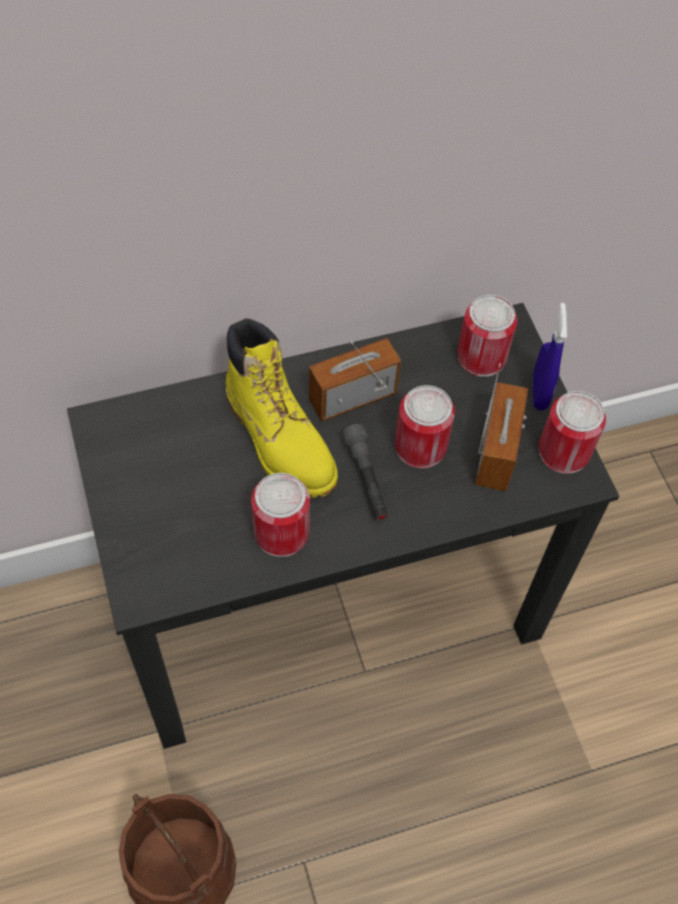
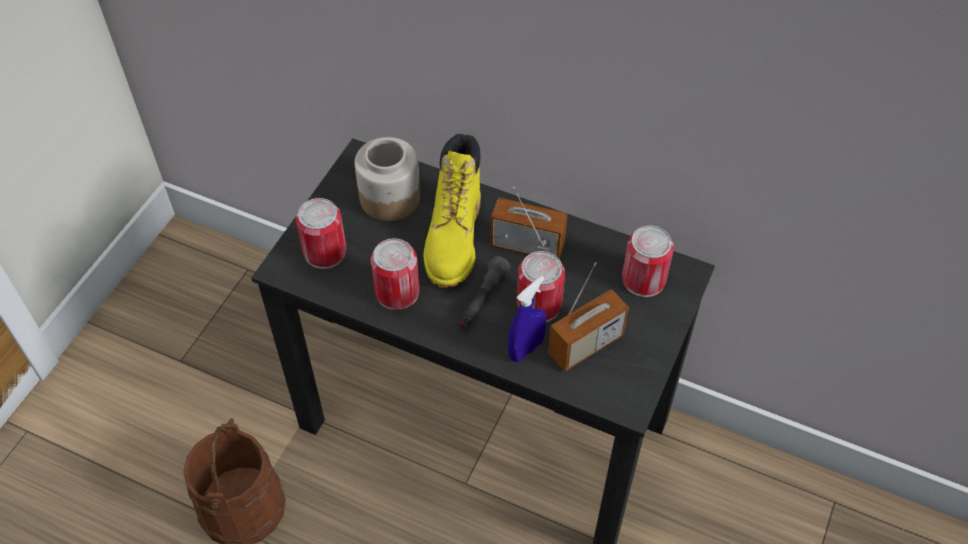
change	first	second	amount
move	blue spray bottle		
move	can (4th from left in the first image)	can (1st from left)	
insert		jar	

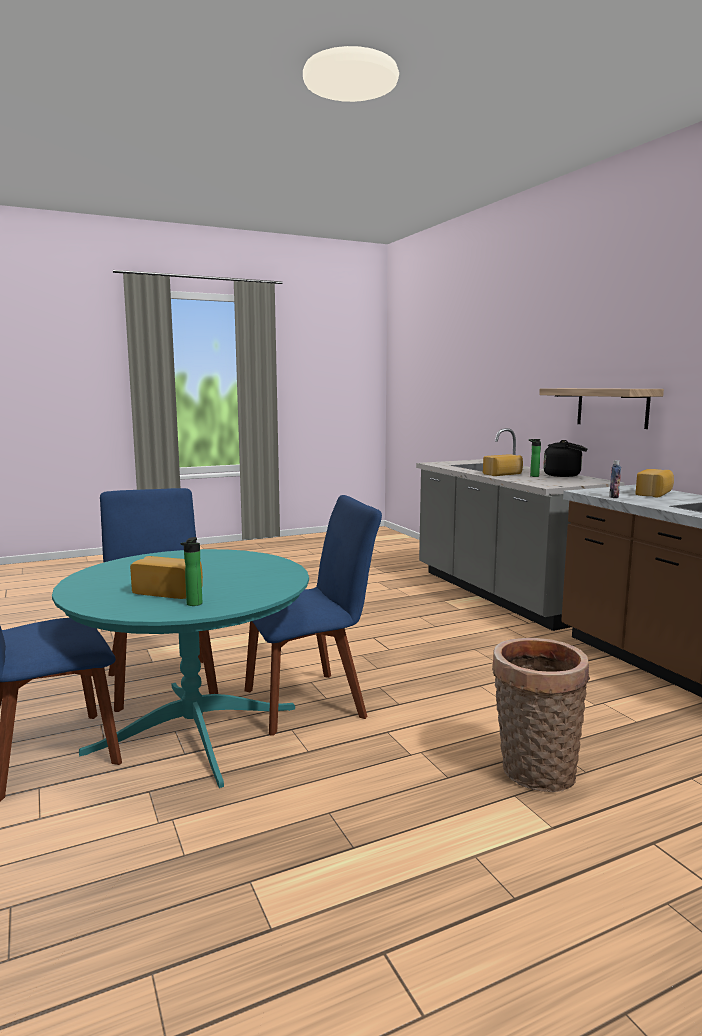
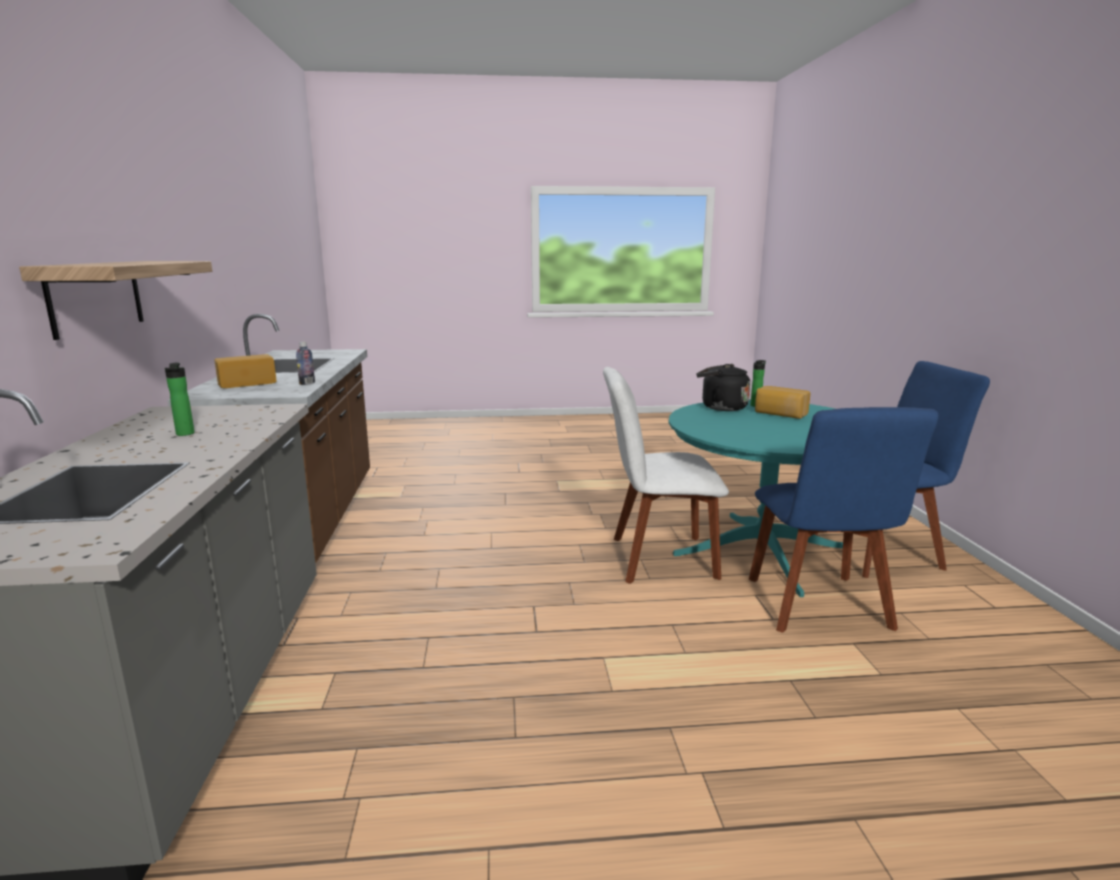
change	first	second	amount
move	black kettle		
delete	bread (2nd from left)		
recolor	blue chair (3rd from left)	white chair	
delete	basket		

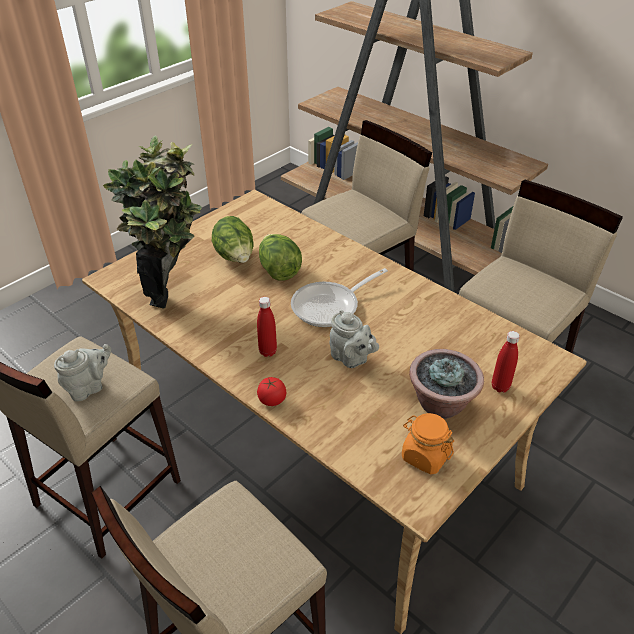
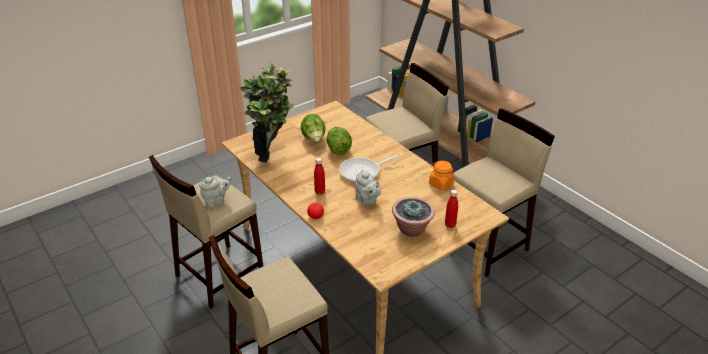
change	first	second	amount
move	orange jar		

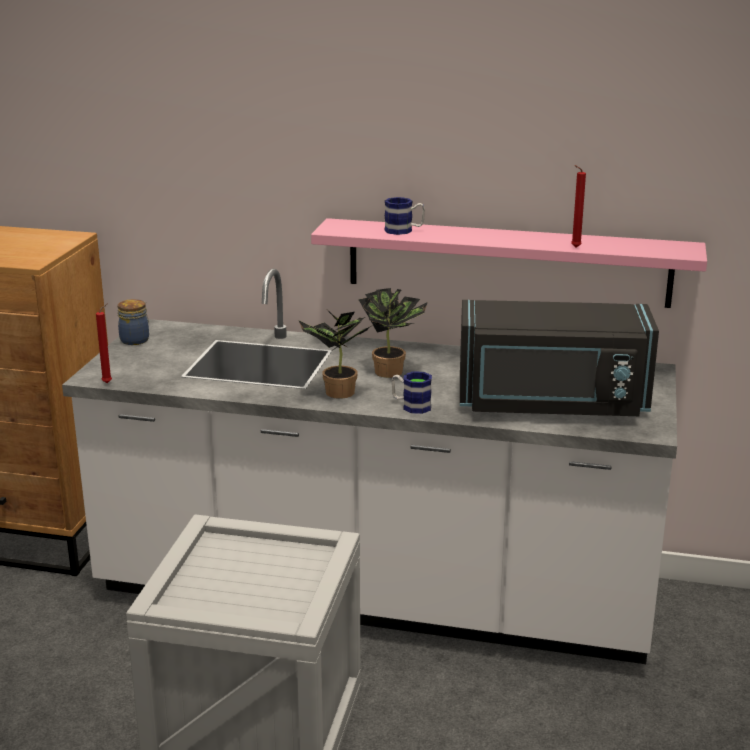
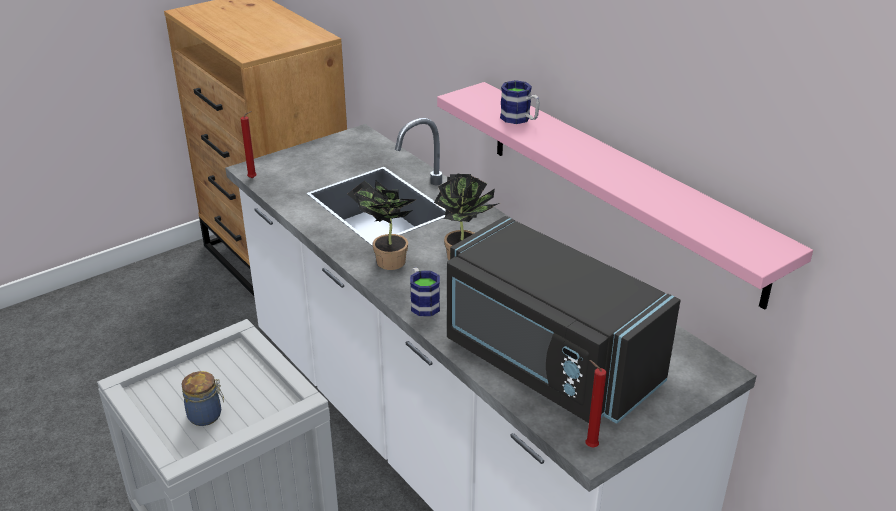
change	first	second	amount
move	red candle (2nd from left)		
move	jar		

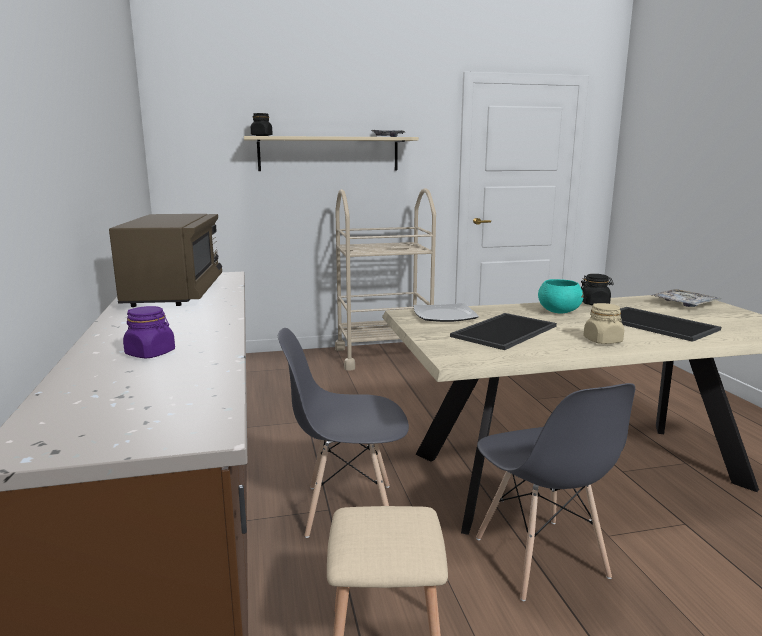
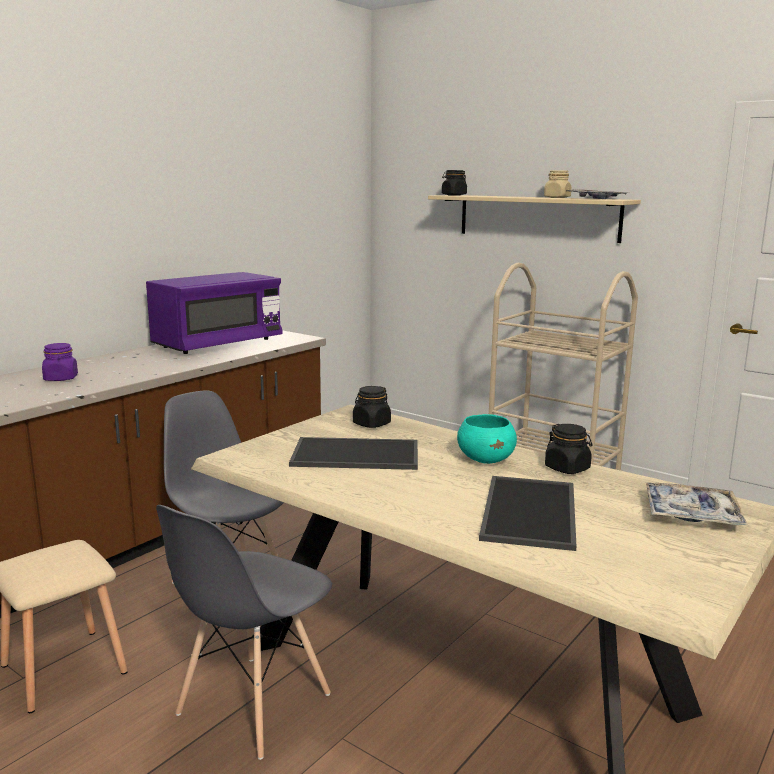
change	first	second	amount
recolor	brown microwave	purple microwave	
replace	plate	black jar (1st from left)	
move	beige jar		

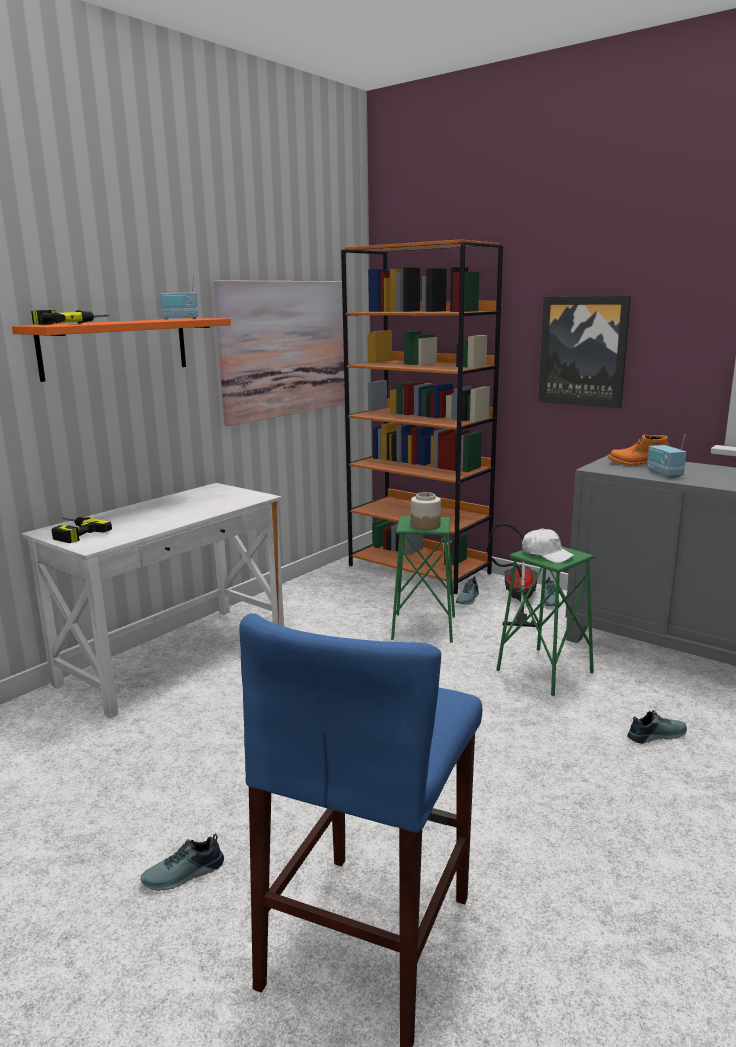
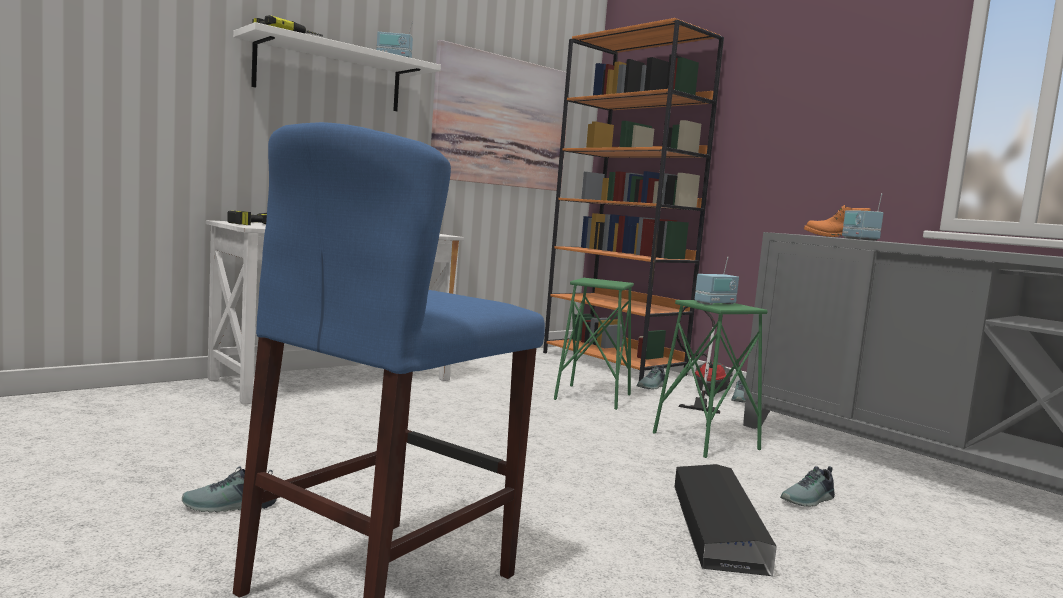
change	first	second	amount
delete	picture (2nd from left)		
recolor	orange shelf	white shelf	
delete	jar		
replace	white cap	radio (2nd from left)	
rotate	shoe (4th from left)		150 degrees clockwise
insert		black storage box	

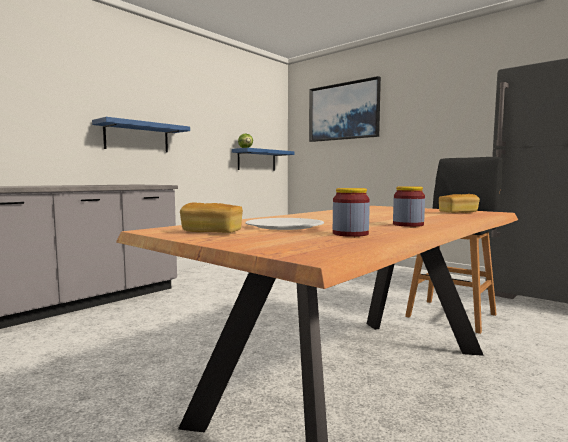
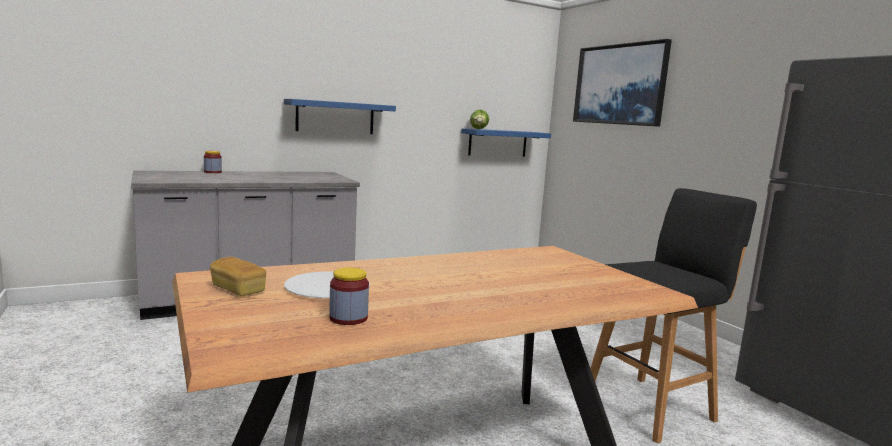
change	first	second	amount
move	jar (2nd from left in the first image)	jar (1st from left)	
delete	bread (2nd from left)		

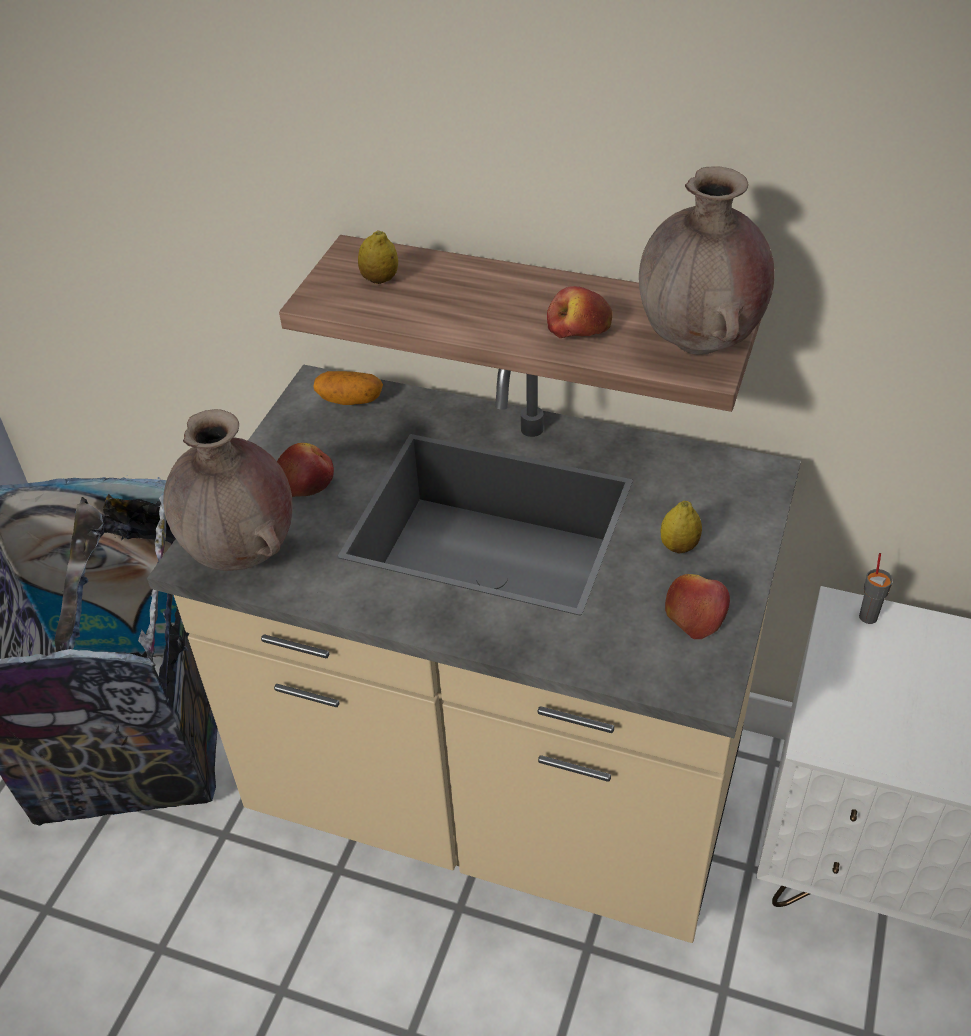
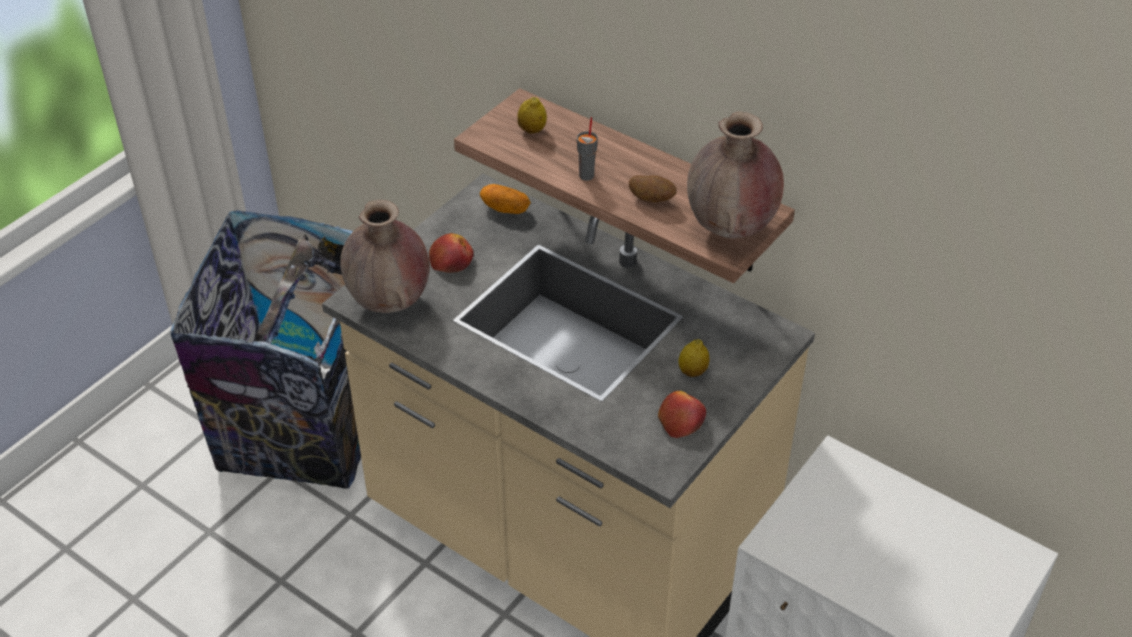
change	first	second	amount
replace	apple (2nd from left)	potato (2nd from left)	
move	grey cup		

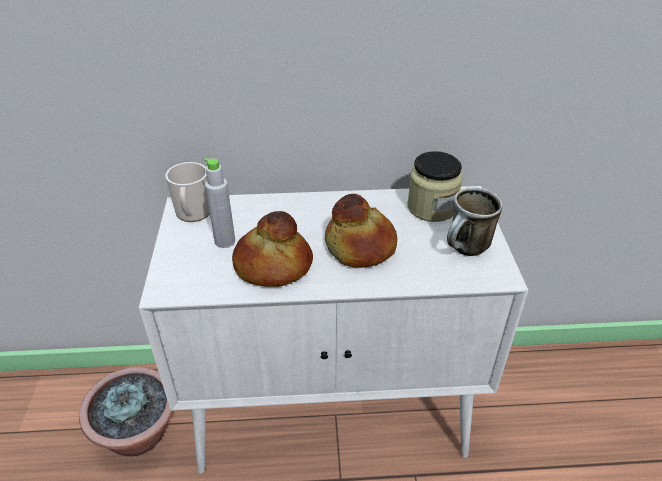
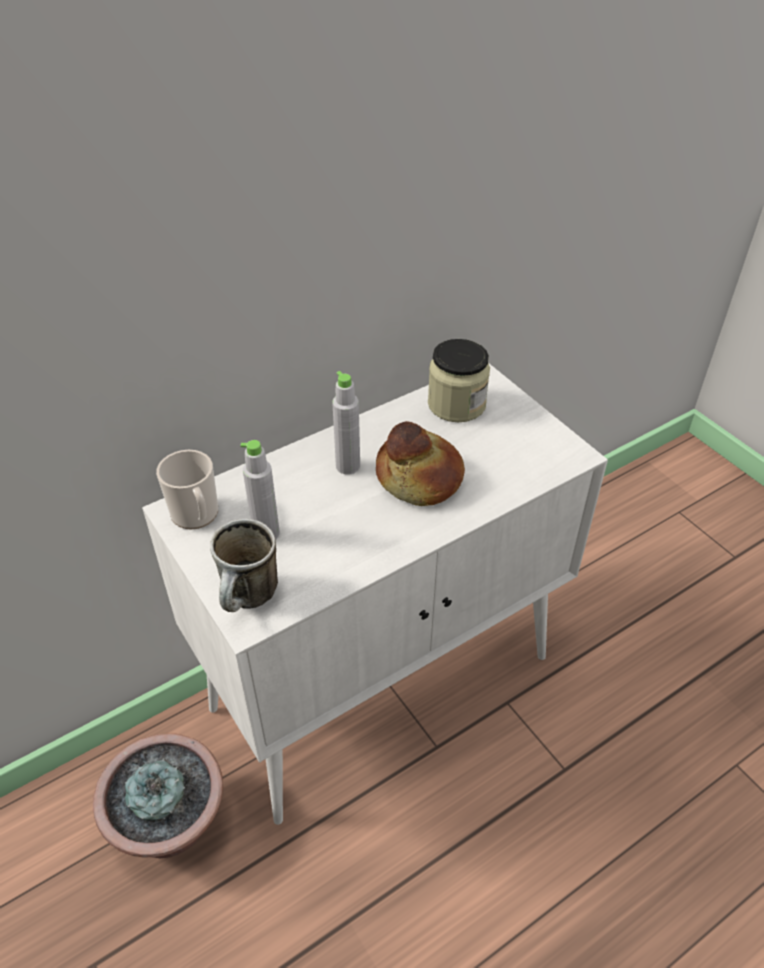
change	first	second	amount
move	mug (2nd from left)		
delete	bread (1st from left)		
insert		grey bottle (2nd from left)	

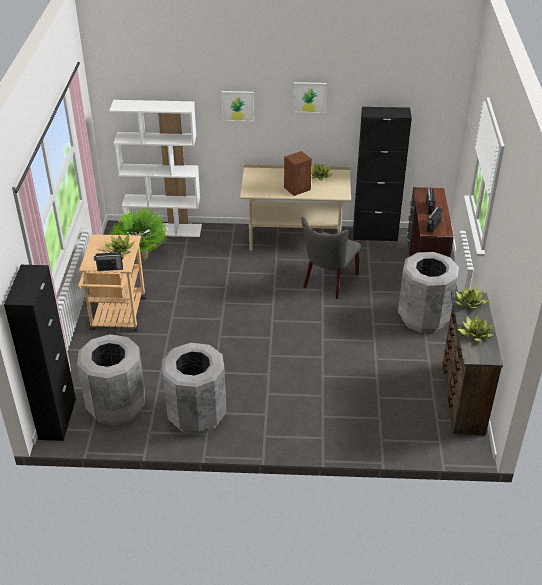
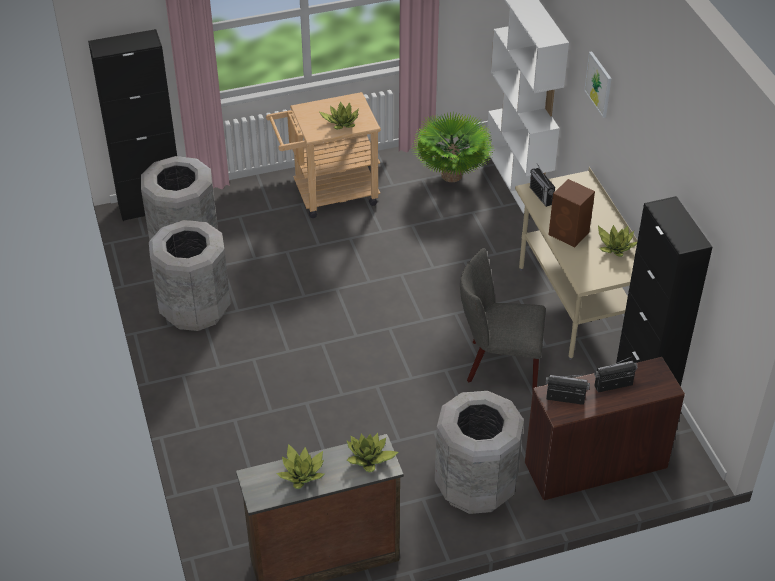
change	first	second	amount
delete	picture (2nd from left)		
move	radio (1st from left)		

